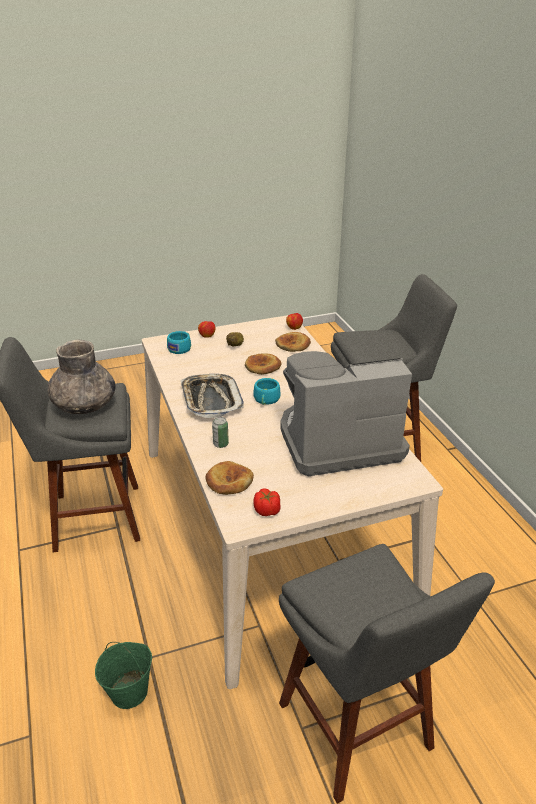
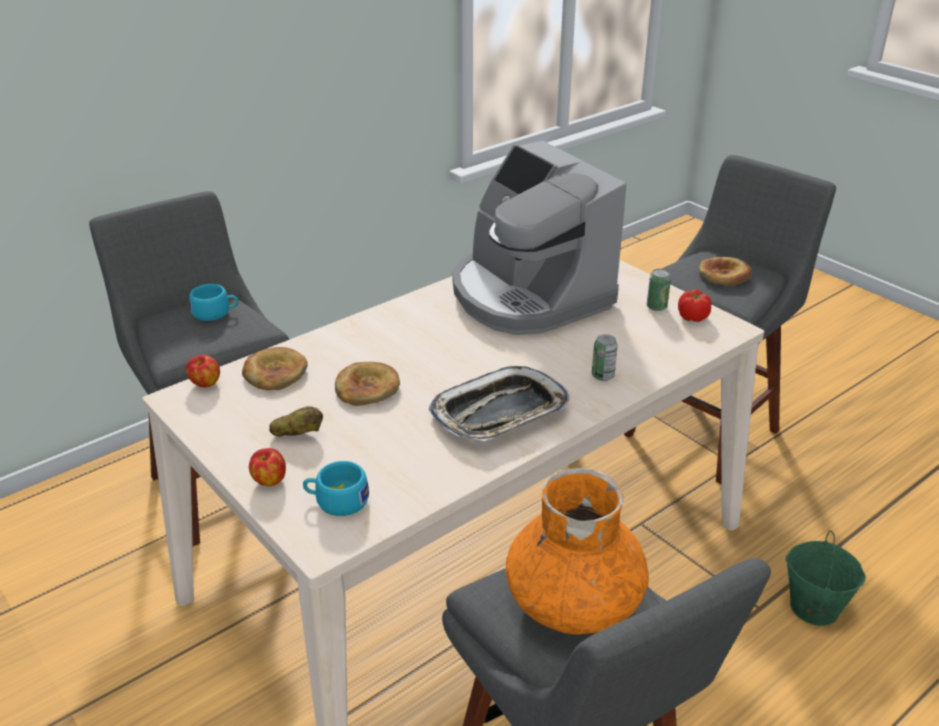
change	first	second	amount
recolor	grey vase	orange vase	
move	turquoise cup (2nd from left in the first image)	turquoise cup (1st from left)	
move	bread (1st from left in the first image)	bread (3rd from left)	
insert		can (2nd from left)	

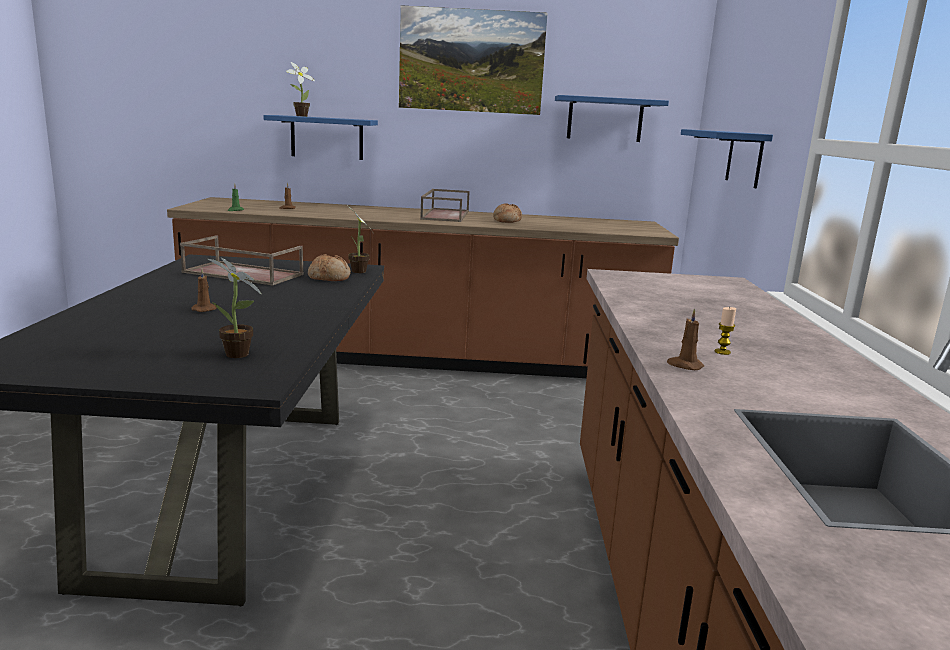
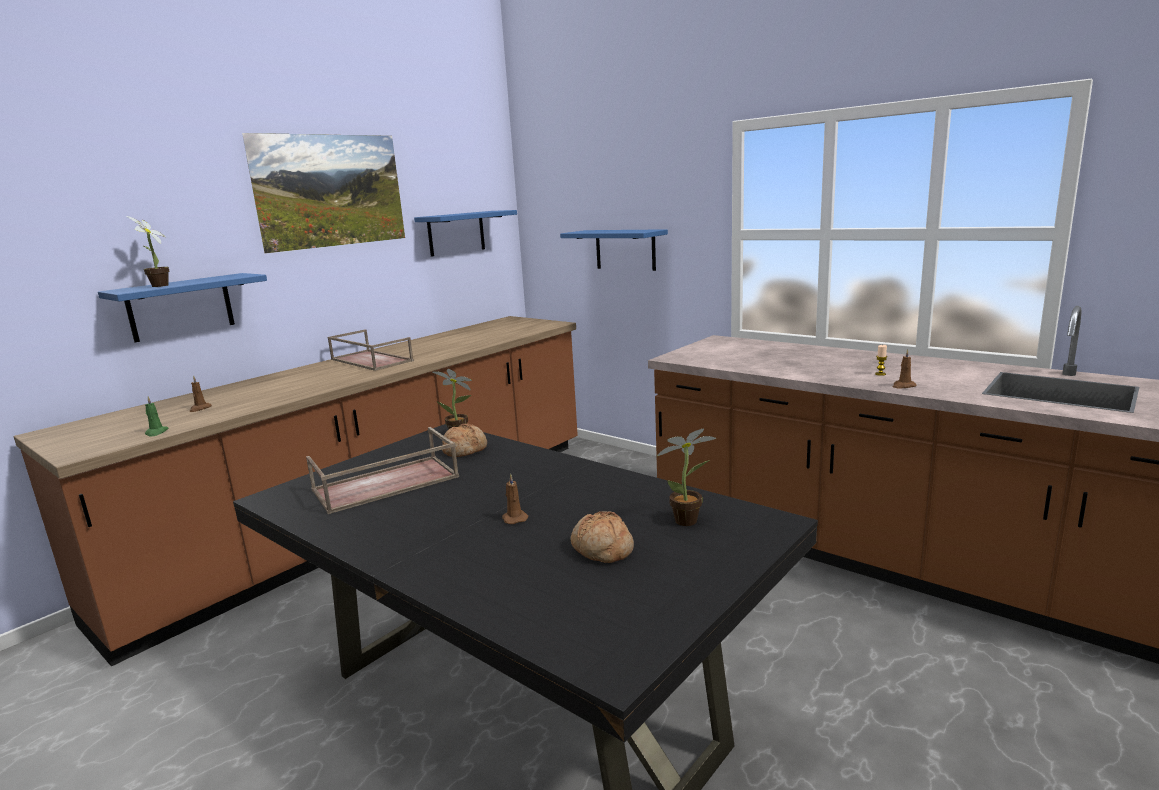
change	first	second	amount
move	bread (2nd from left)		

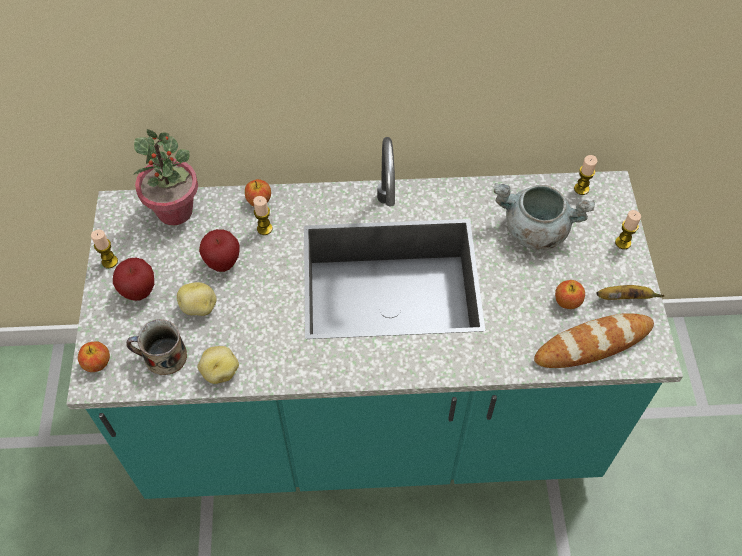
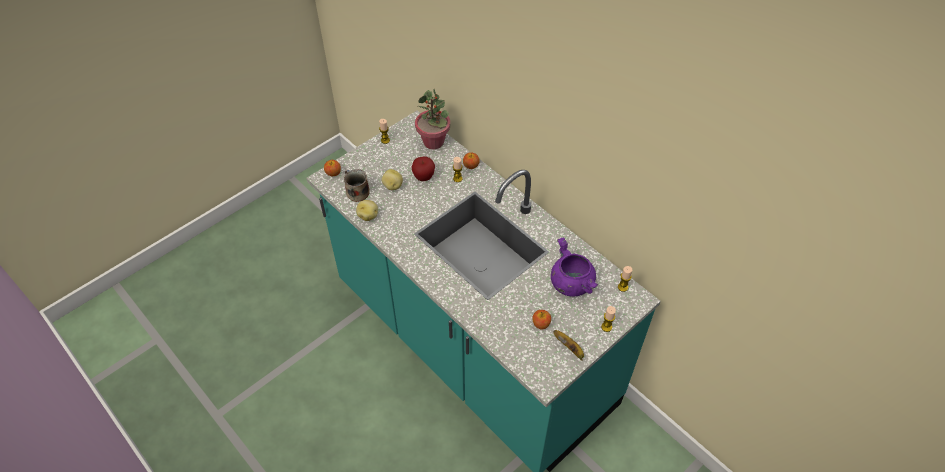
change	first	second	amount
recolor	grey cooking pot	purple cooking pot	
delete	apple (2nd from left)		
delete	bread		

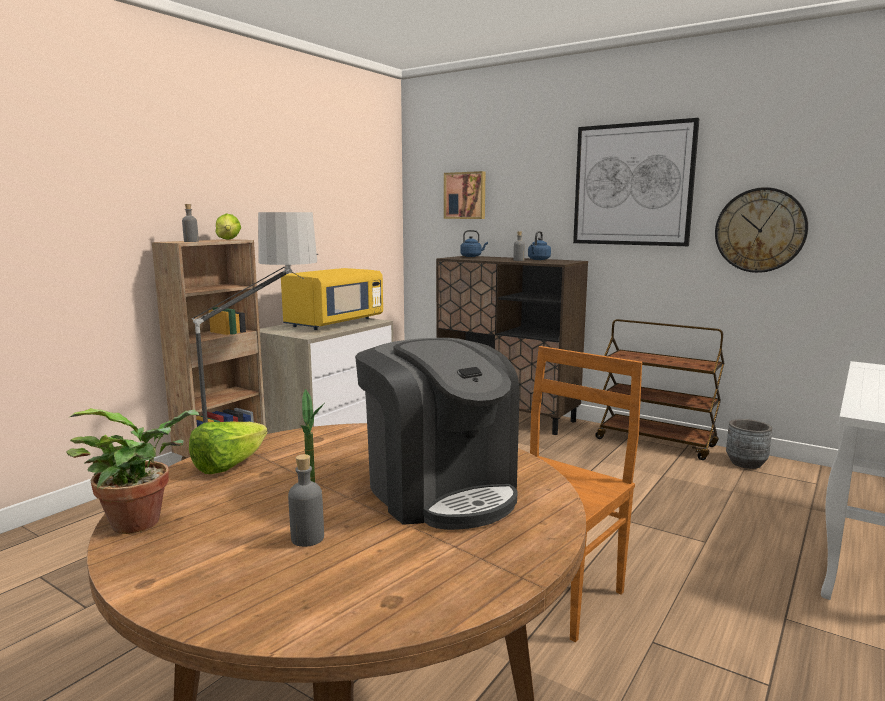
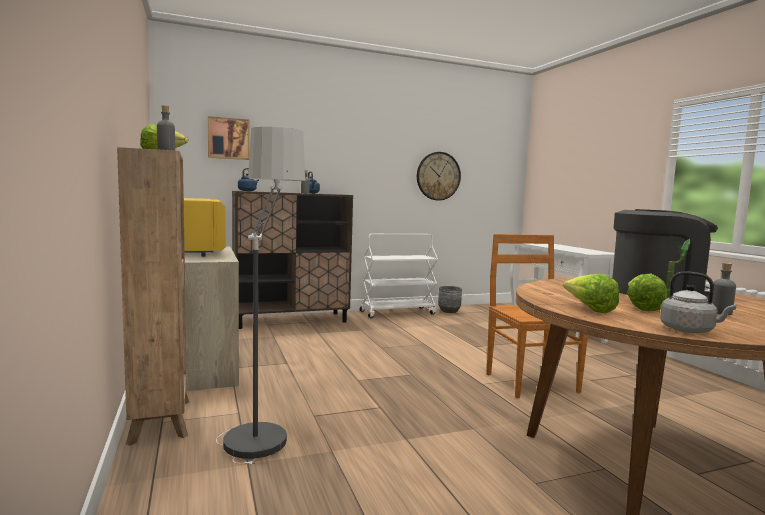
change	first	second	amount
delete	picture (2nd from left)		
recolor	brown cart	white cart	
replace	potted plant (1st from left)	grey kettle	
insert		lettuce (3rd from left)	

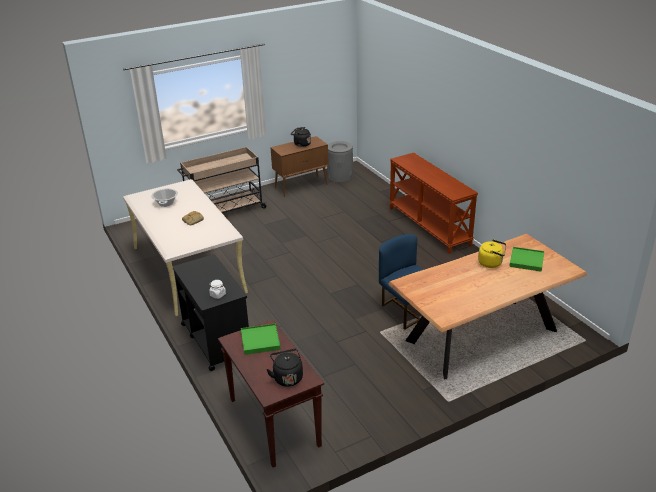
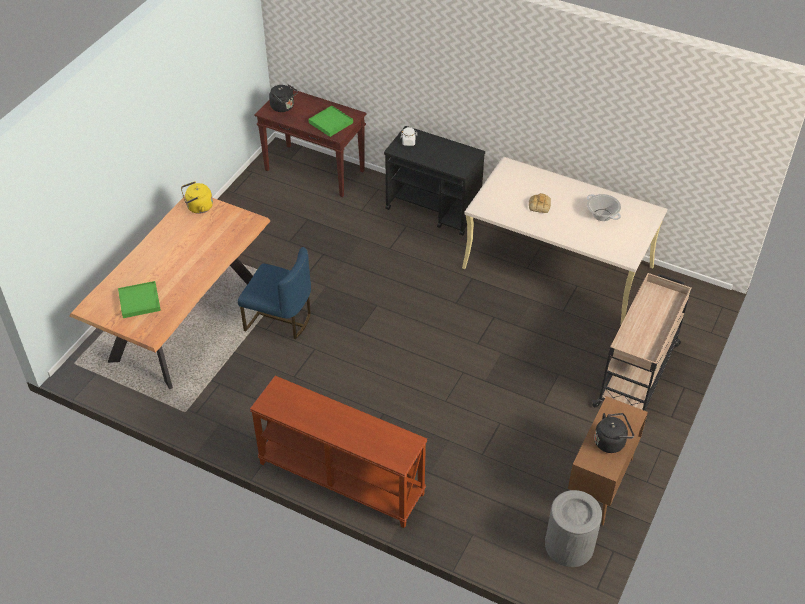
change	first	second	amount
move	yellow kettle		

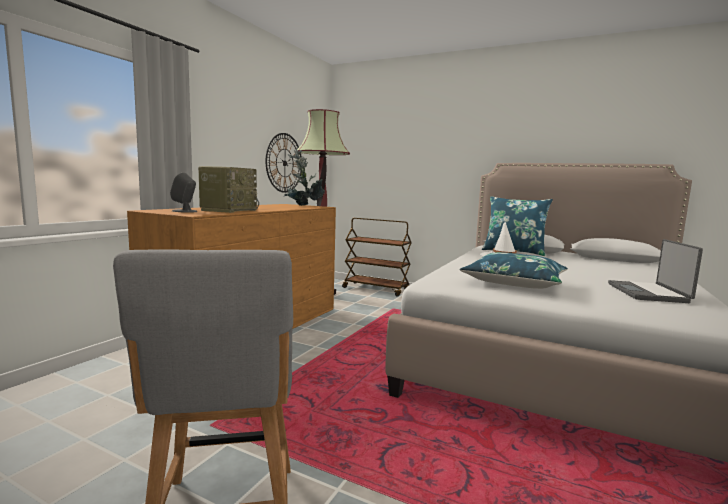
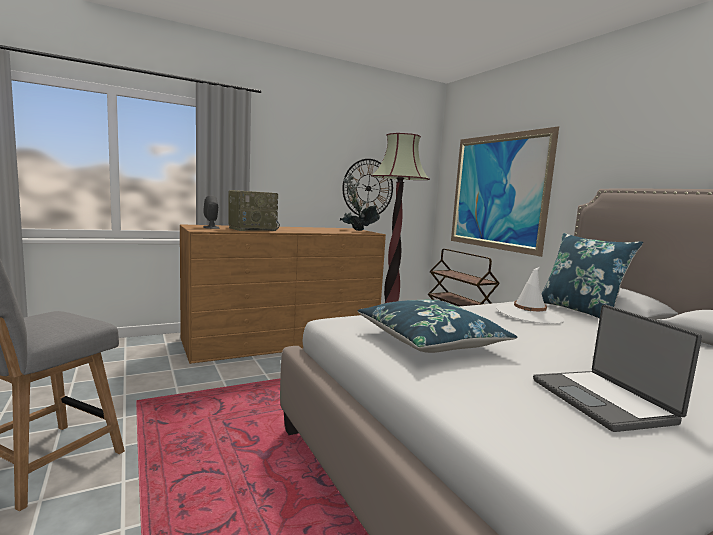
change	first	second	amount
rotate	laptop		60 degrees counterclockwise
insert		picture	

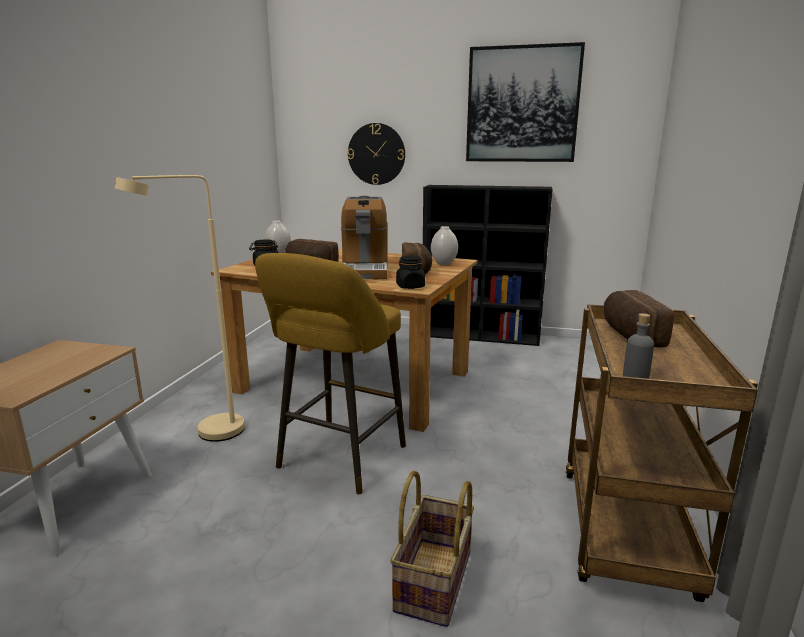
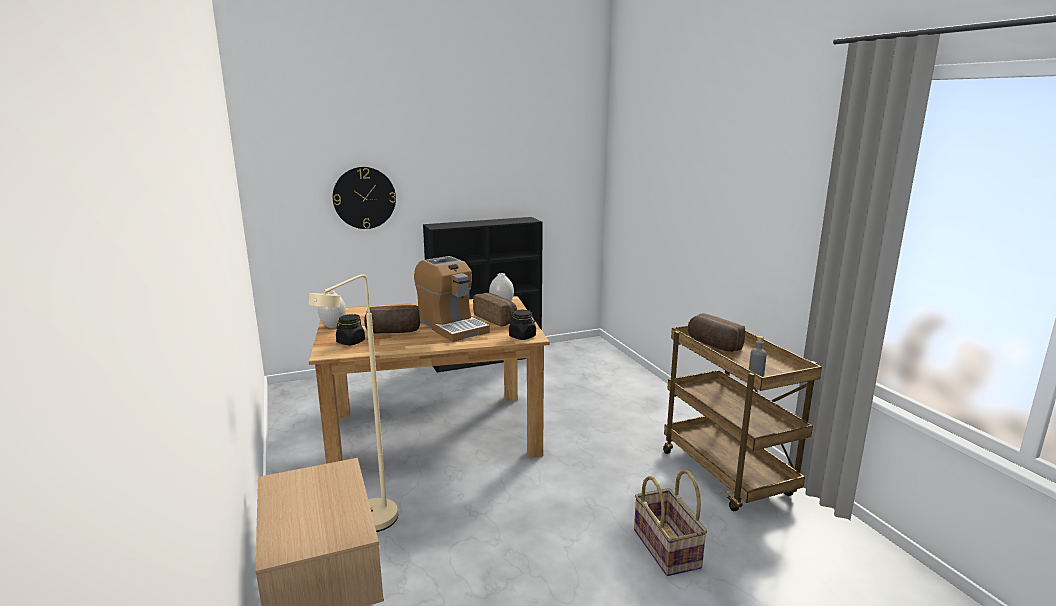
change	first	second	amount
delete	picture		
delete	yellow stool		

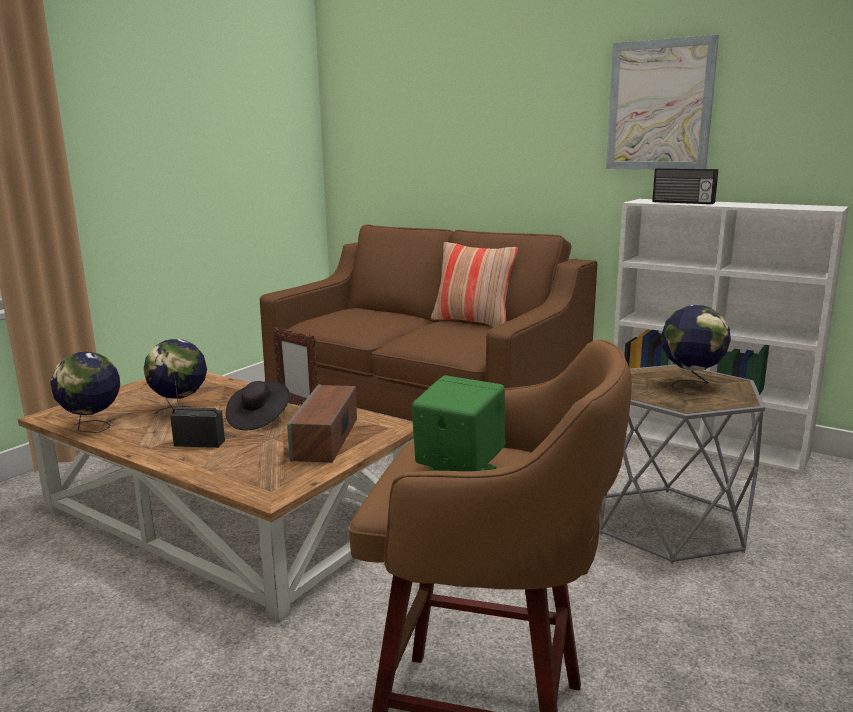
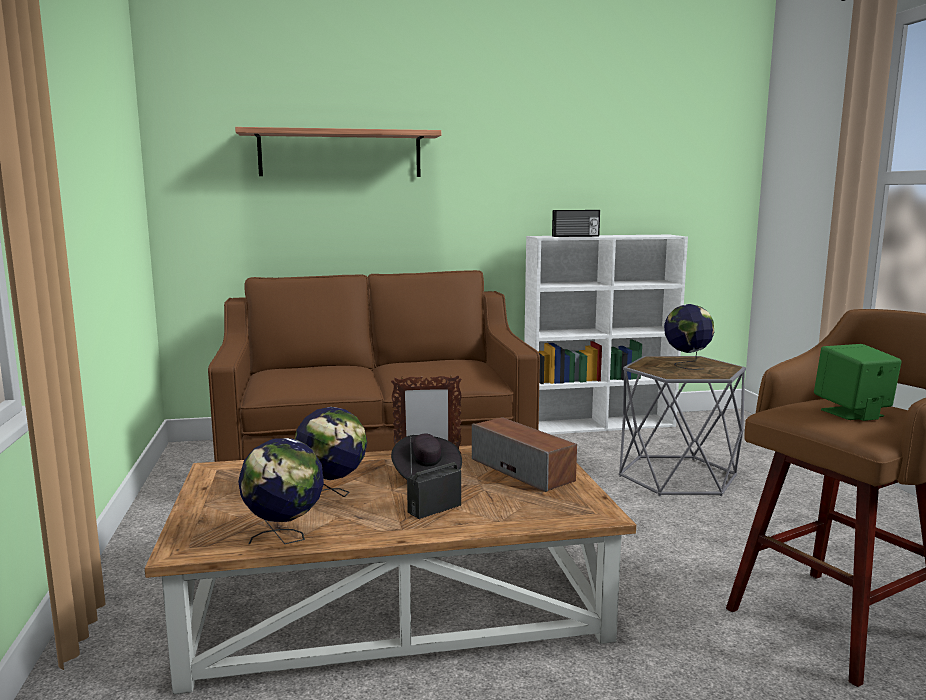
change	first	second	amount
delete	picture		
delete	pillow		
insert		shelf	

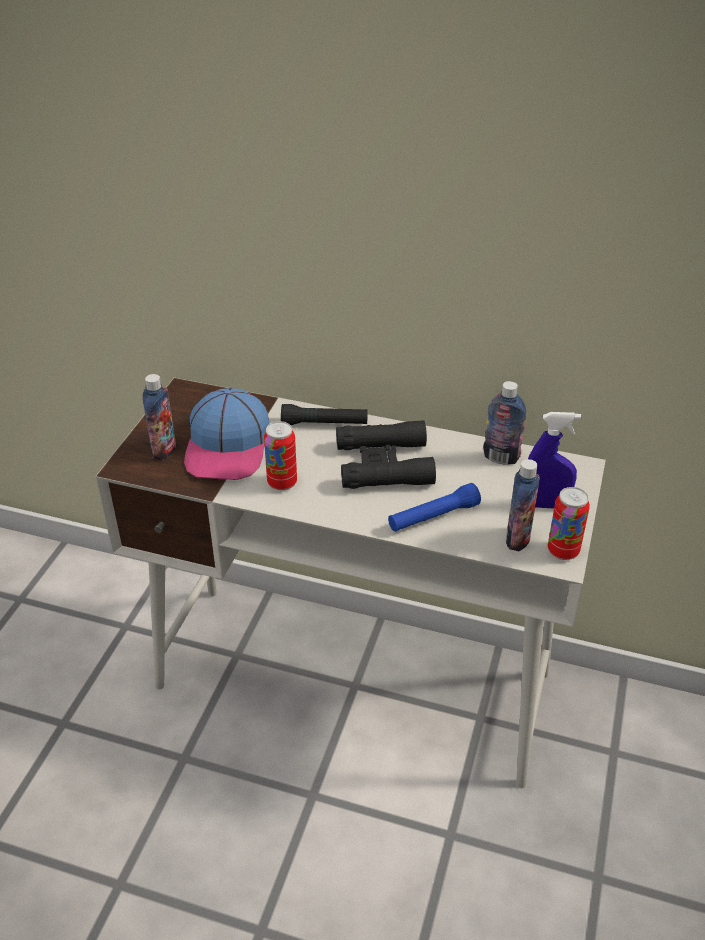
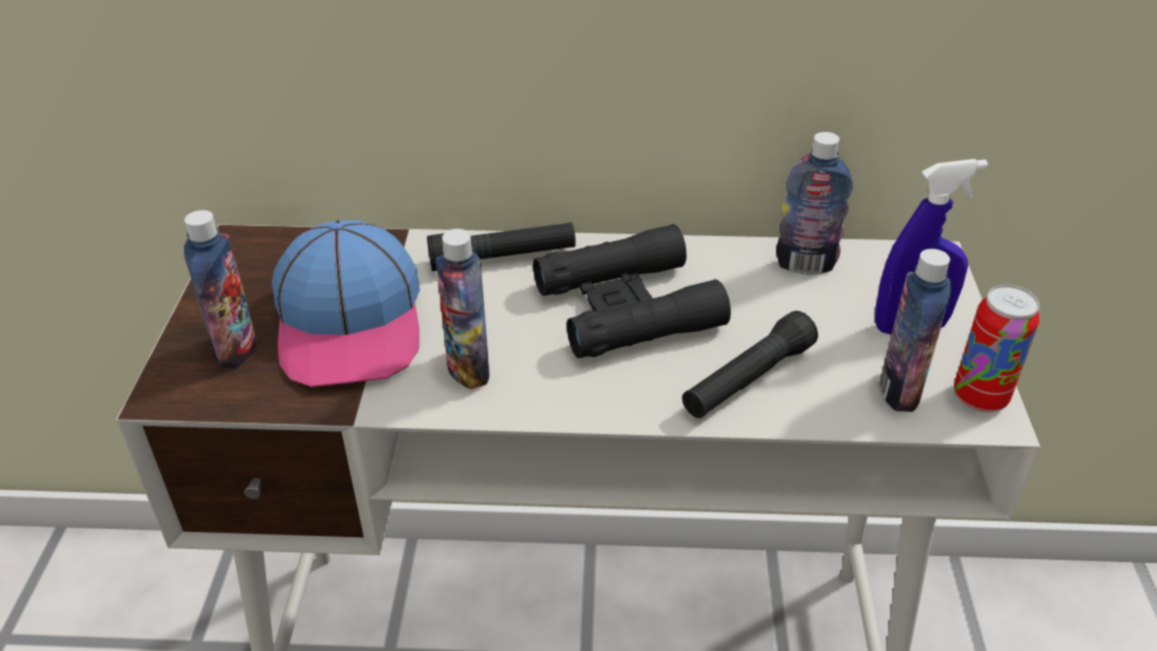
change	first	second	amount
replace	can (1st from left)	bottle (2nd from left)	
recolor	blue flashlight	black flashlight (2nd from left)	

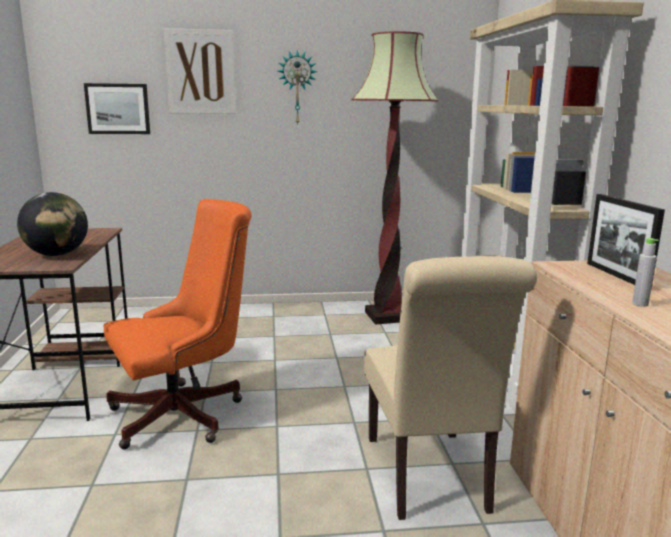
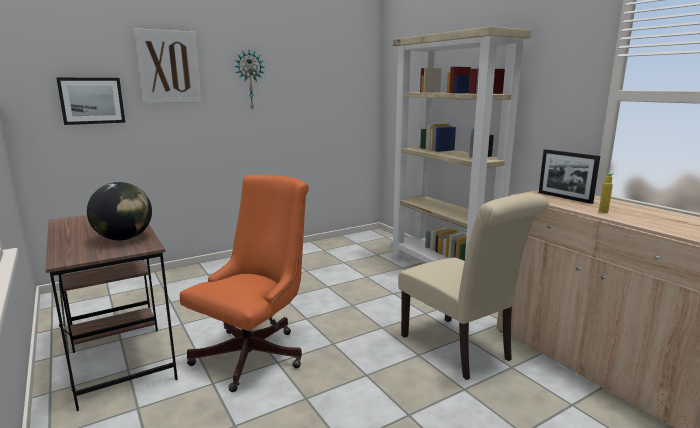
change	first	second	amount
delete	floor lamp		
recolor	grey bottle	yellow bottle	

